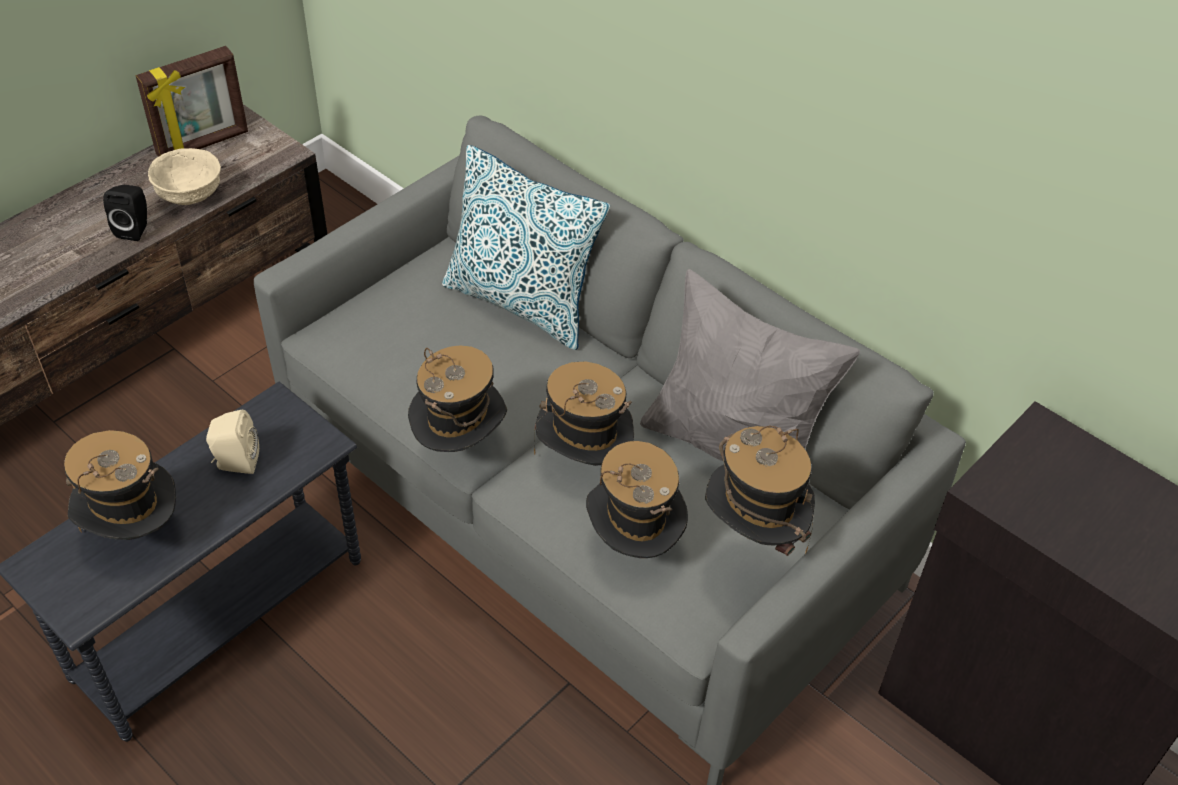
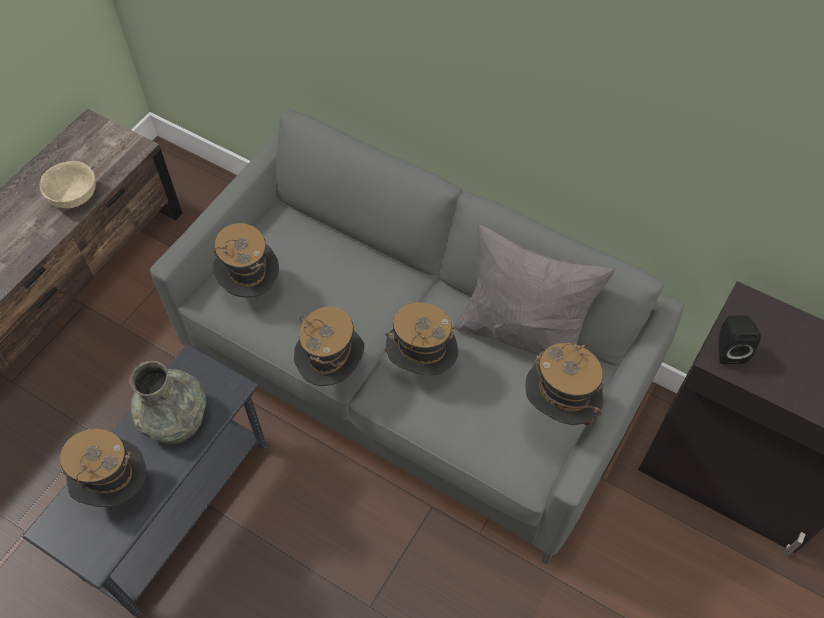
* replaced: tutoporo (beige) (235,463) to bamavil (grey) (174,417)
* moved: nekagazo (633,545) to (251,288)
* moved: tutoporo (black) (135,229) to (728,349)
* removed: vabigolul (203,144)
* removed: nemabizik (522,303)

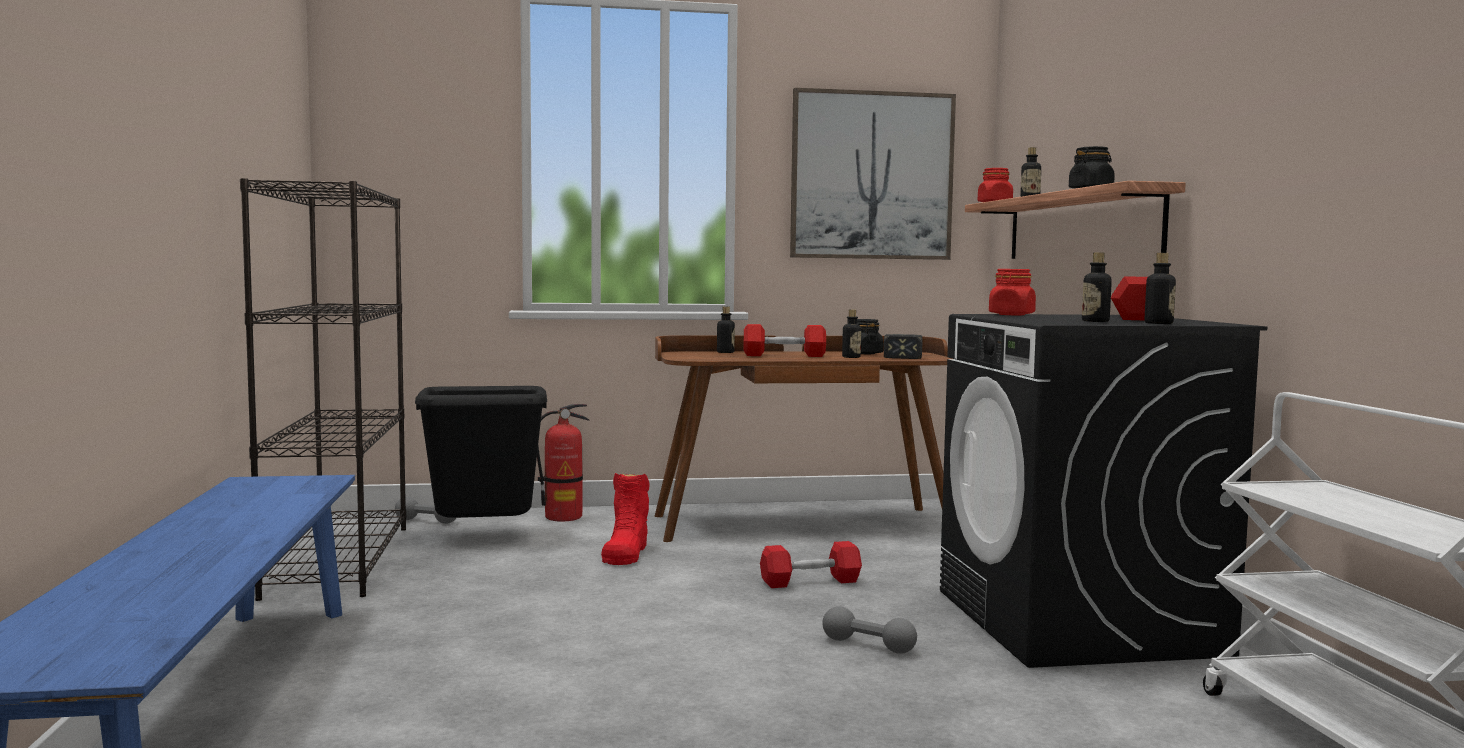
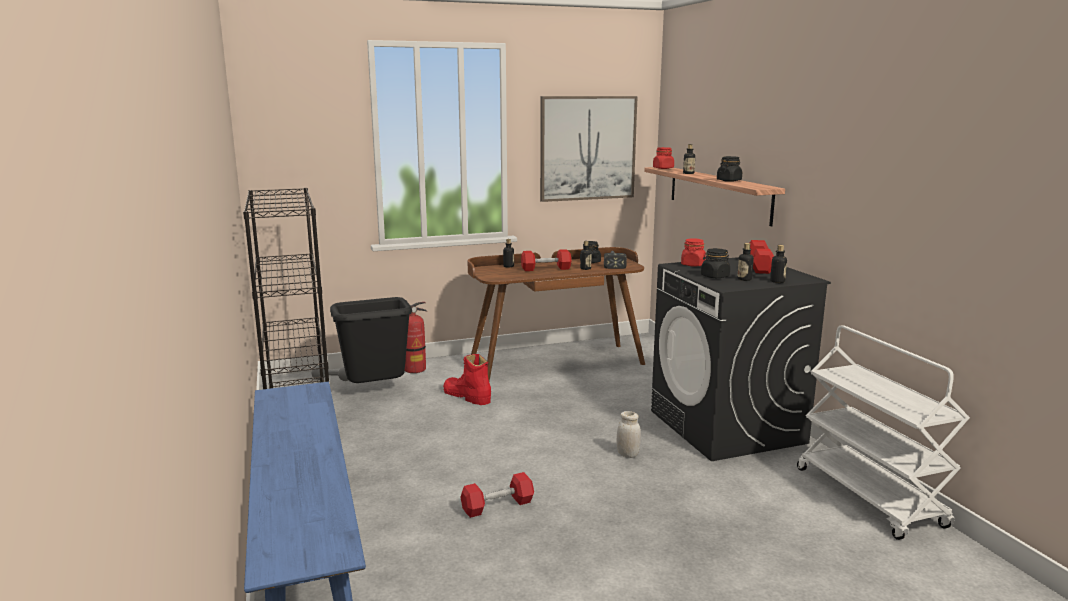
* turned: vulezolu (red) (626,553) = (467,396) 135 degrees clockwise
* moved: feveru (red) (810,582) to (497,506)
* replaced: feveru (grey) (868,646) to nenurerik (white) (627,454)
* added: nenurerik (black) (714,276)

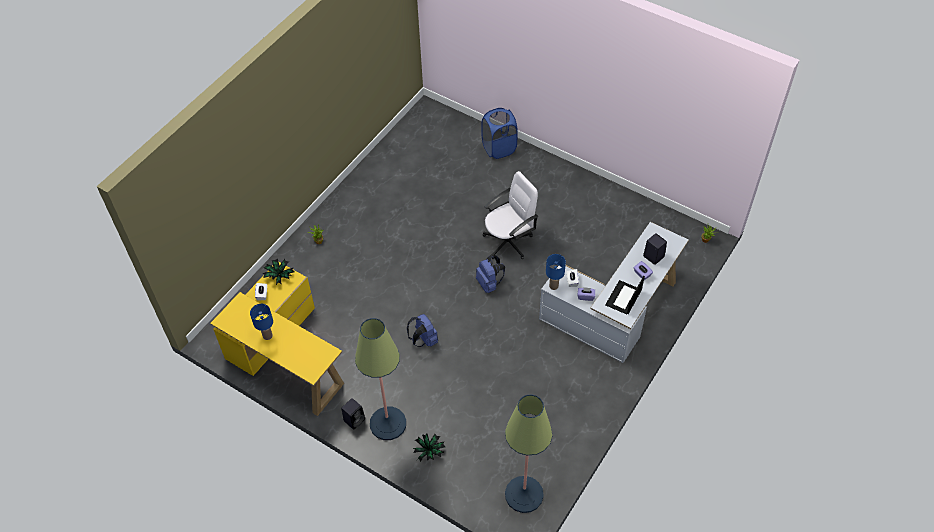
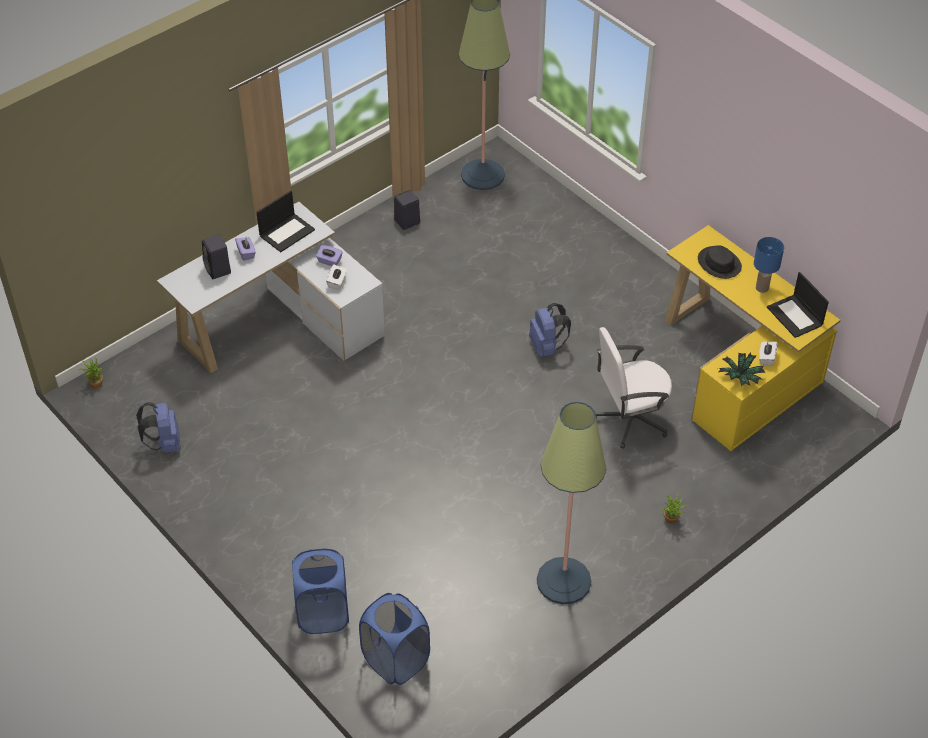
* moved: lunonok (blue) (489,284) to (165,443)
* added: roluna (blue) (395,660)
* moved: tutoporo (black) (354,419) to (406,222)
* moved: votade (388,423) to (563,581)
* moved: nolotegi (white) (508,242) to (629,419)
* added: nekagazo (black) (719,263)
* added: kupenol (795,316)
* removed: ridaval (429,451)
* removed: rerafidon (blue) (553,286)

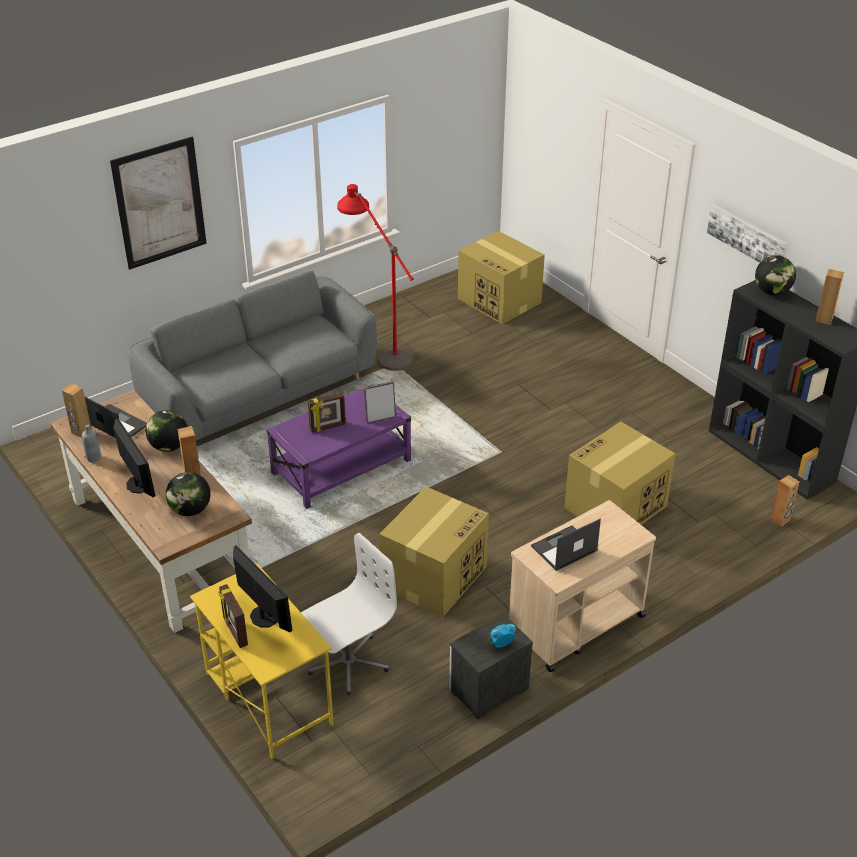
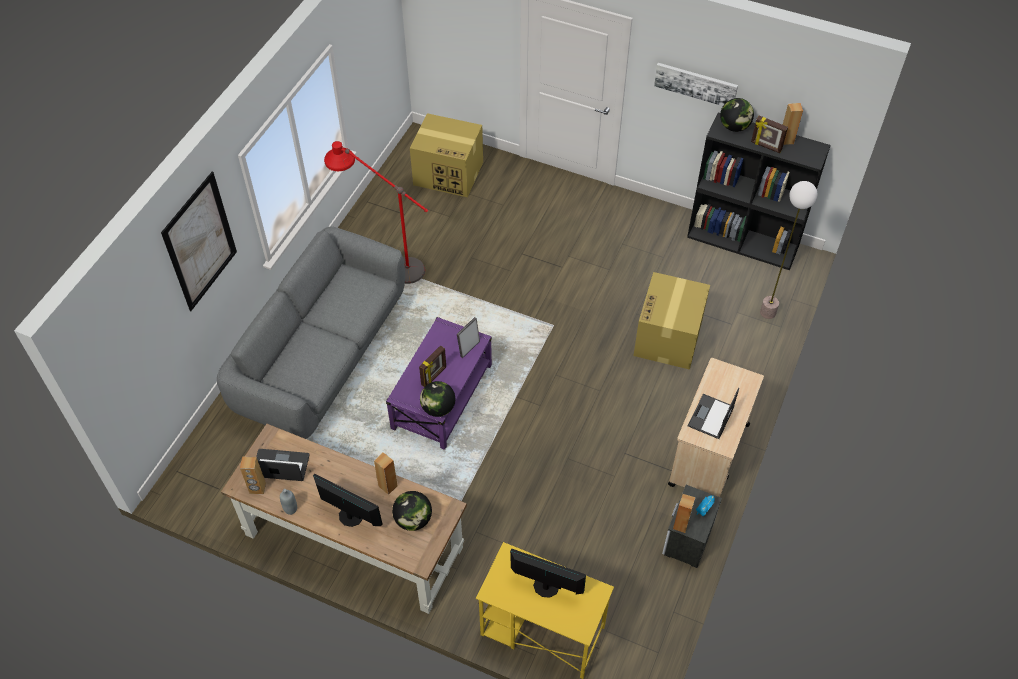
* moved: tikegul (169,447) to (438,408)
* moved: tutoporo (brown) (780,520) to (681,525)
* moved: vabigolul (235,632) to (766,146)
* added: votade (768,312)
* removed: nolotegi (white) (347,662)
* removed: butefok (434,576)

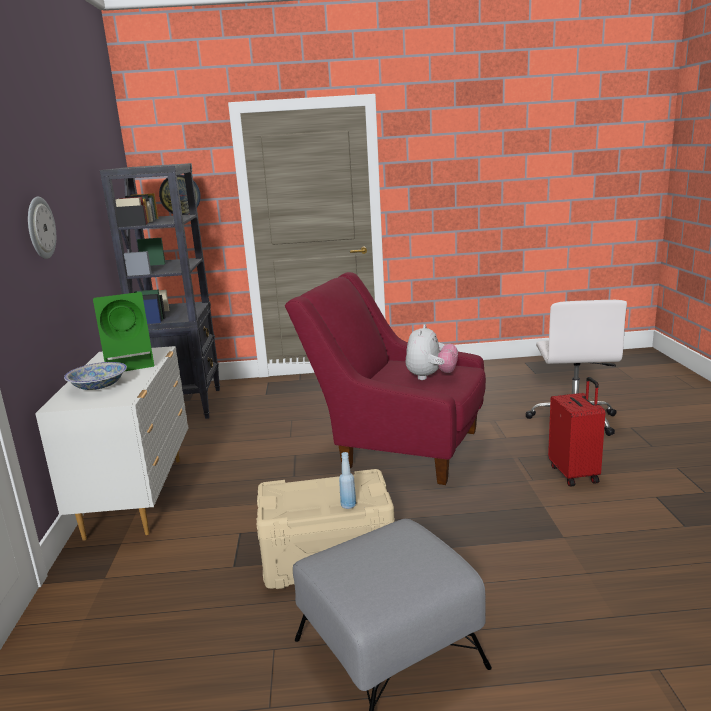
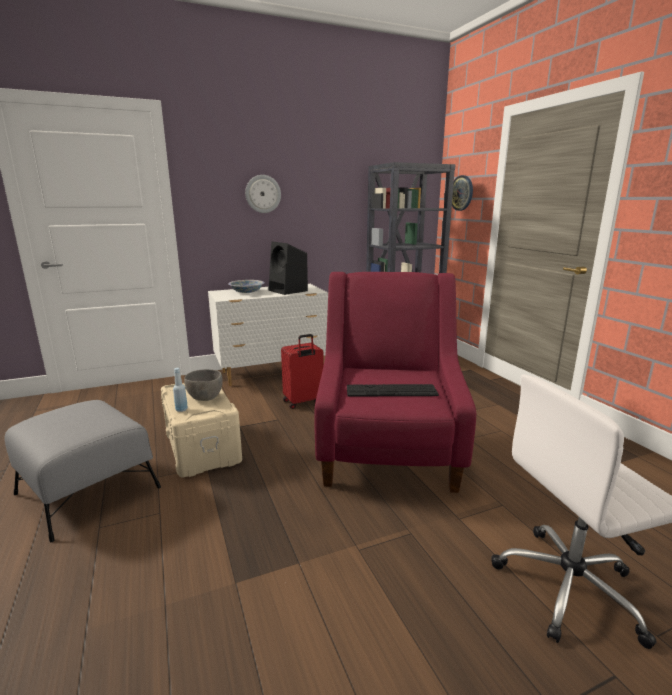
* added: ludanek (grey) (205,398)
* recoloured: tutoporo (green) (131,363) to tutoporo (black) (289,290)
* moved: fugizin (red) (575,474) to (303,402)
* replaced: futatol (430,377) to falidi (391,390)

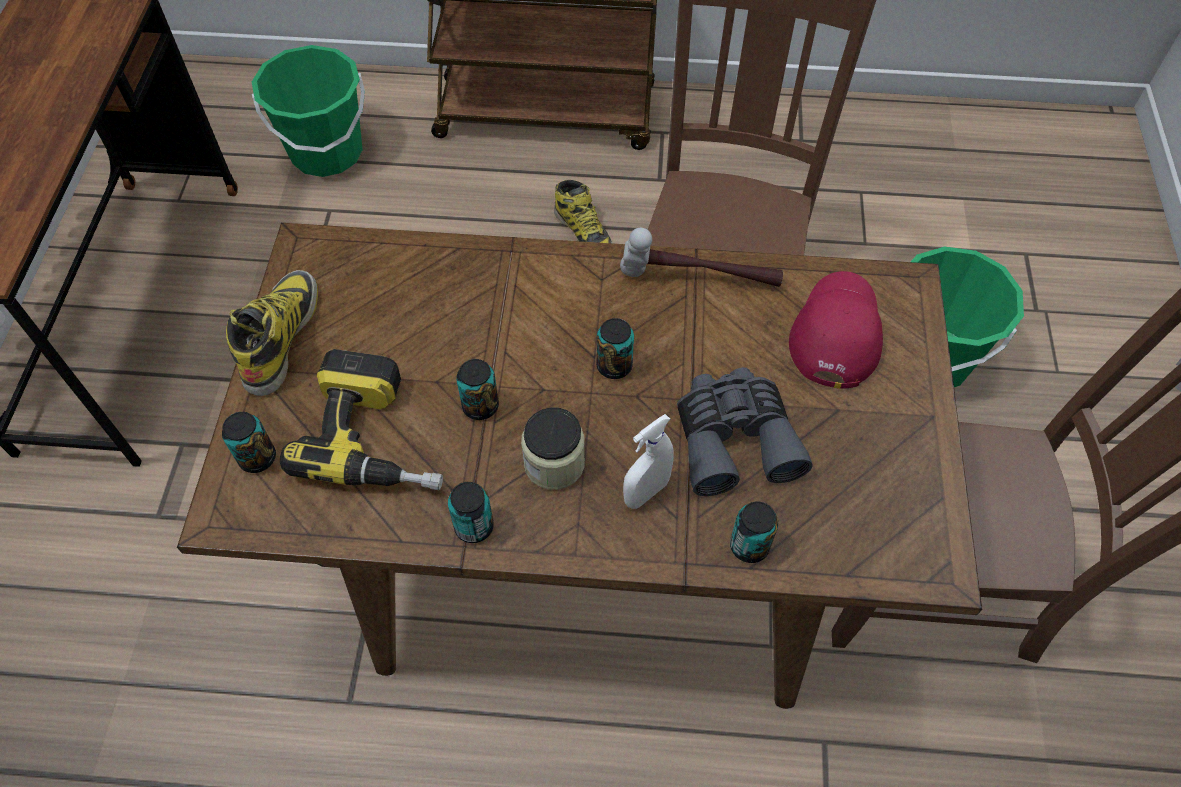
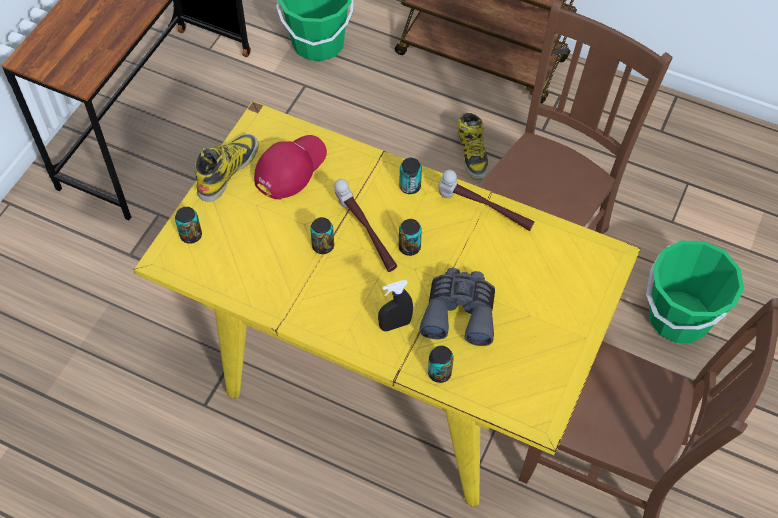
* recoloured: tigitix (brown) (590,551) to tigitix (yellow) (387,367)
* moved: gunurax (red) (836,332) to (290,168)
* added: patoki (365,235)
* recoloured: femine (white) (646,492) to femine (black) (395,324)
* moved: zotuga (474,526) to (410,186)
* removed: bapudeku (379,436)
* removed: nenurerik (554,463)

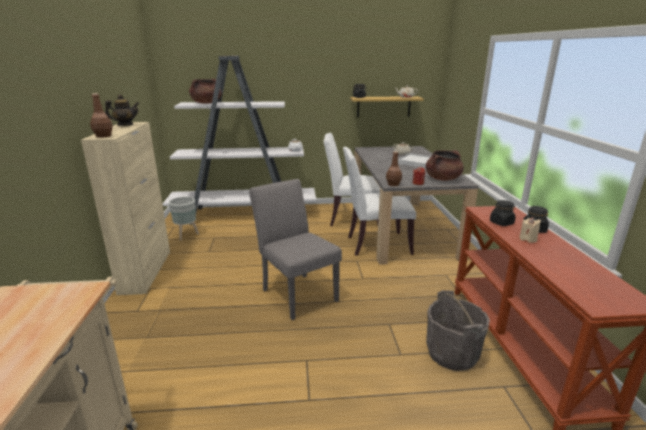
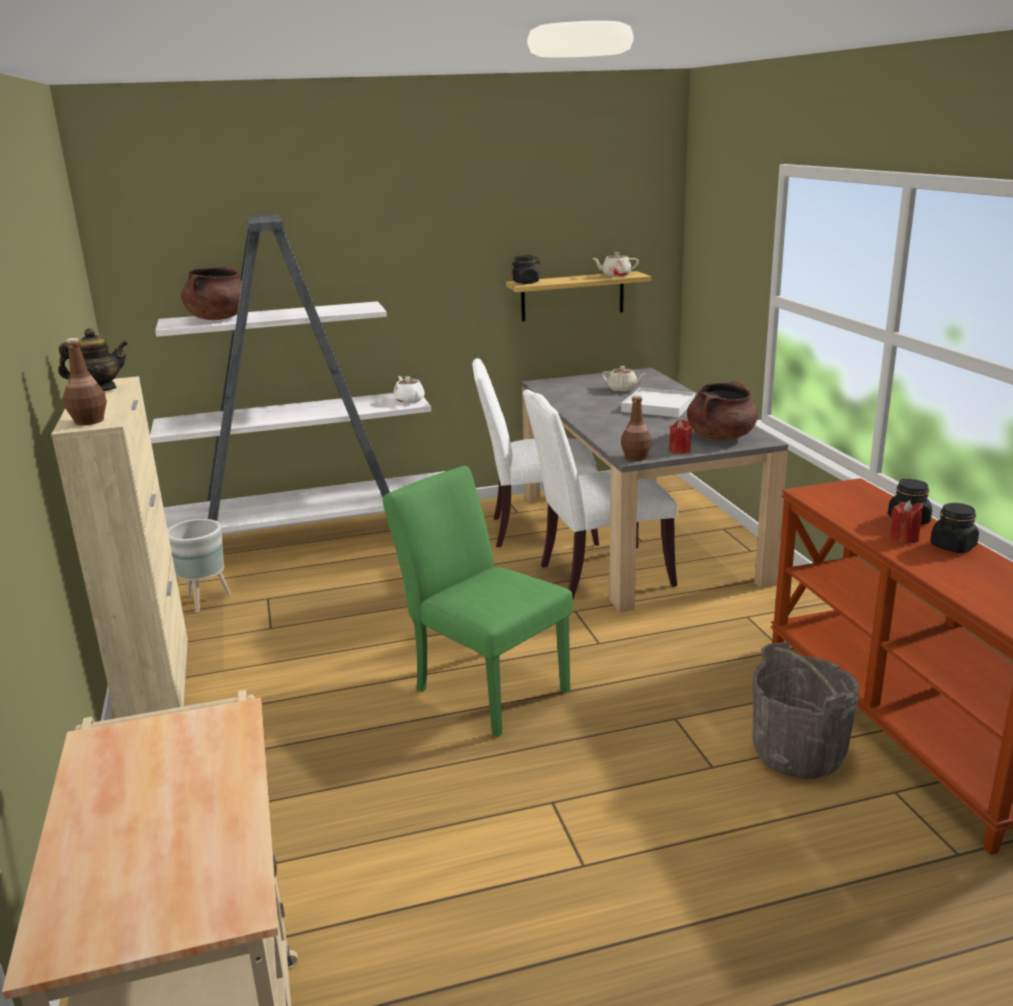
* recoloured: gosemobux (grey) (296,292) to gosemobux (green) (483,686)
* recoloured: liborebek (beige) (528,239) to liborebek (red) (904,538)
* moved: nenurerik (black) (501,223) to (953,546)

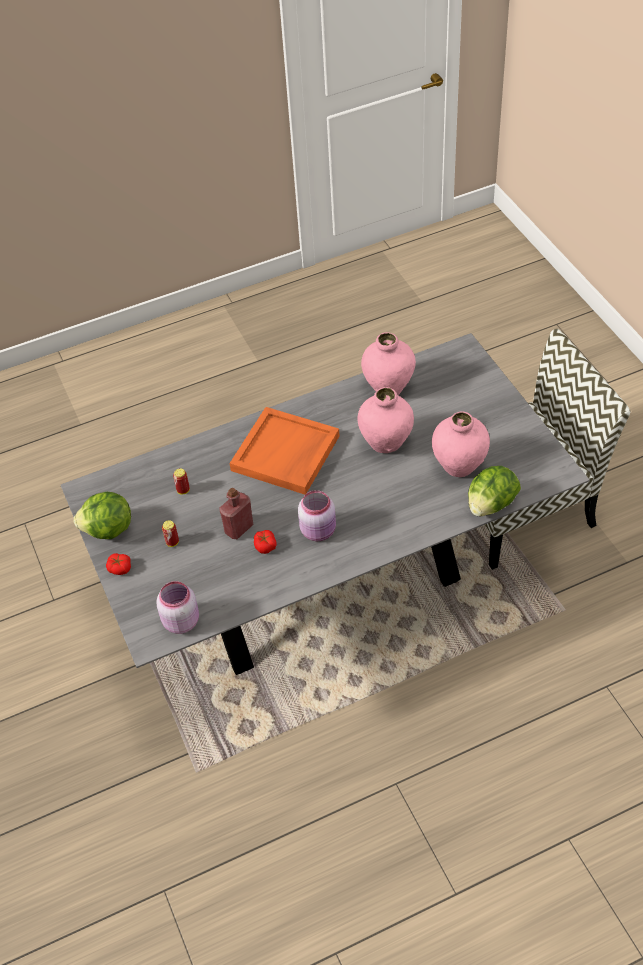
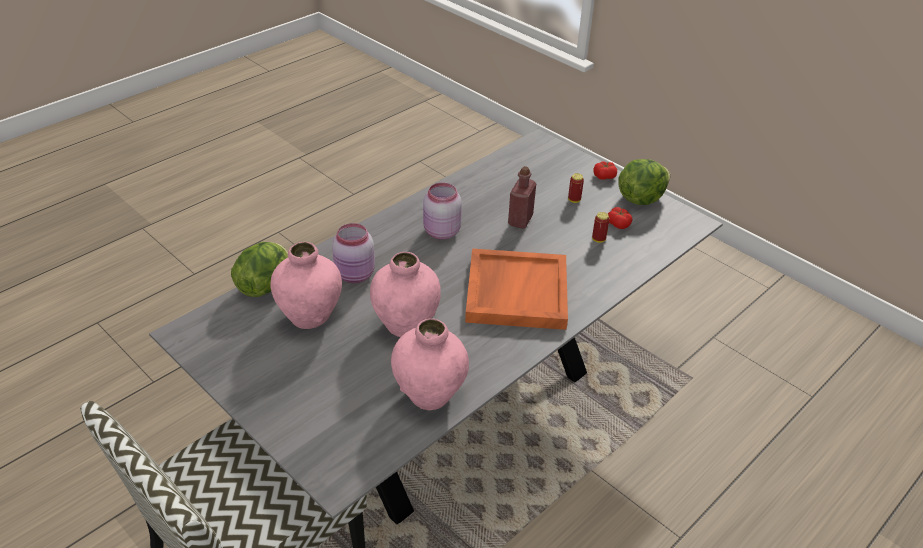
* moved: nenurerik (pink) (181,620) to (355,275)
* moved: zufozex (265,546) to (618,224)

